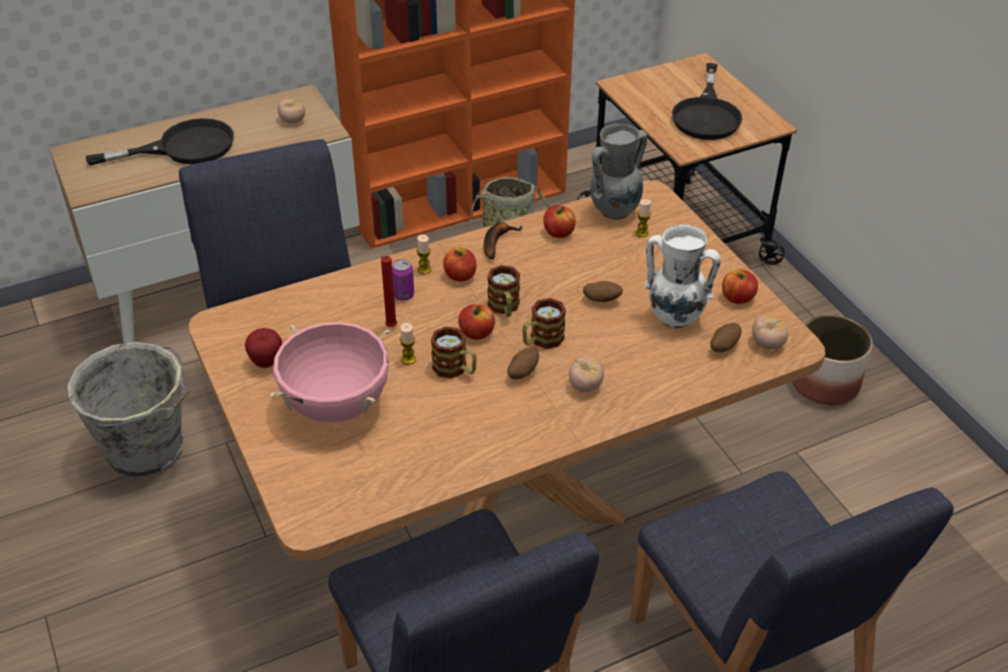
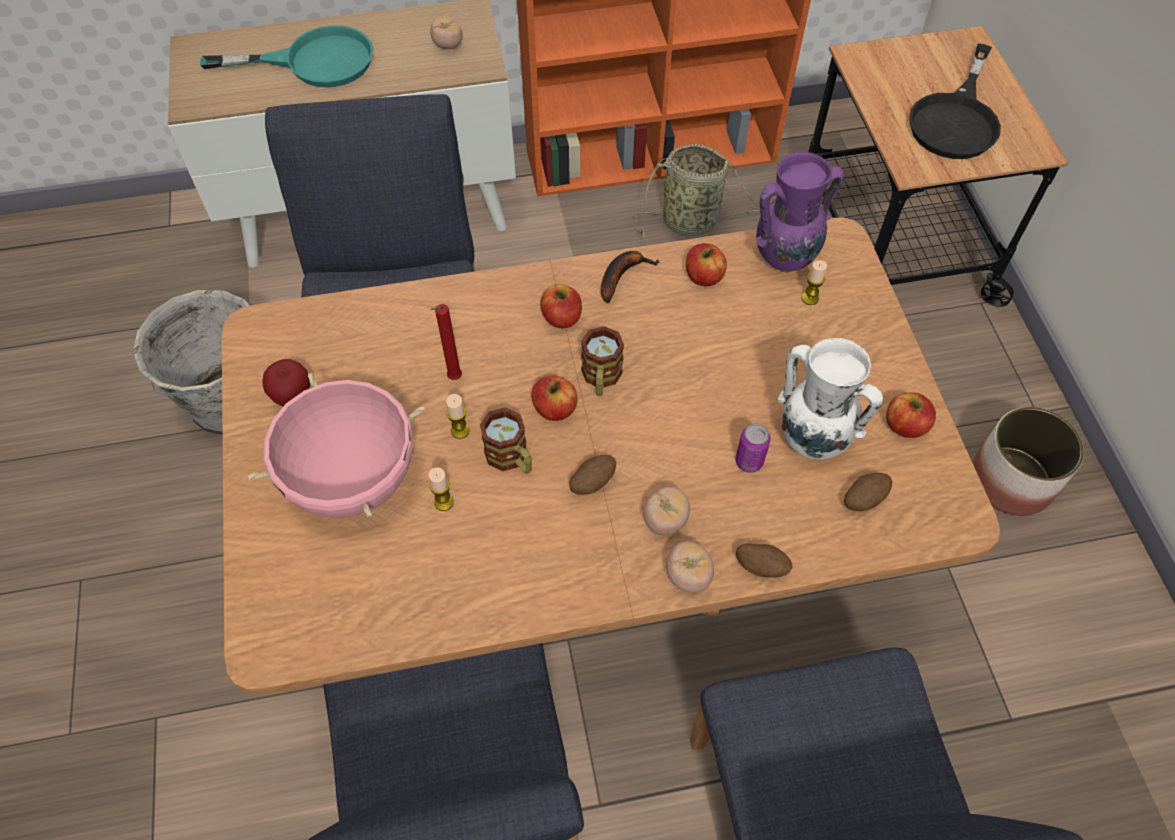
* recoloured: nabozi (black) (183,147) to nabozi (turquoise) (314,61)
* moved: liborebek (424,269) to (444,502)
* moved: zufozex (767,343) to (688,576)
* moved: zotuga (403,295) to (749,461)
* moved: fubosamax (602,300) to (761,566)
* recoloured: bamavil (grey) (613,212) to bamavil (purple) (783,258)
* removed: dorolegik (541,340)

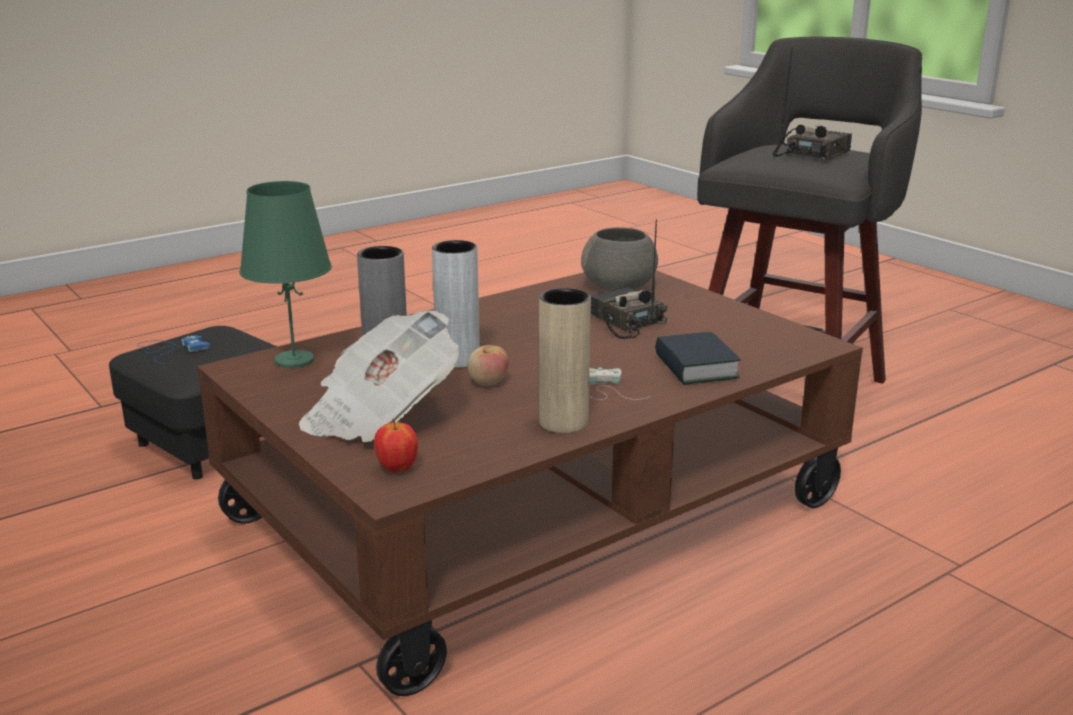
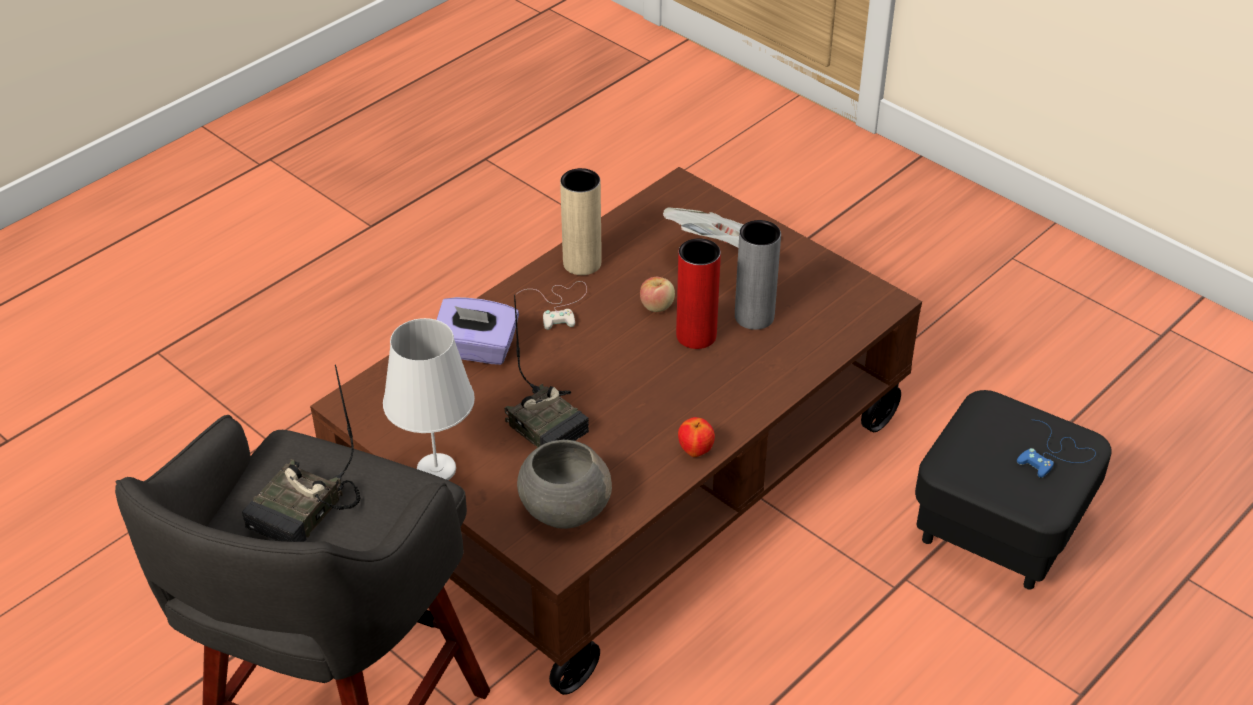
* added: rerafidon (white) (435,469)
* replaced: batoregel (695,367) to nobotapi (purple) (477,350)
* recoloured: bamavil (grey) (458,360) to bamavil (red) (696,336)
* moved: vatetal (397,468) to (695,451)
* removed: rerafidon (green) (295,360)

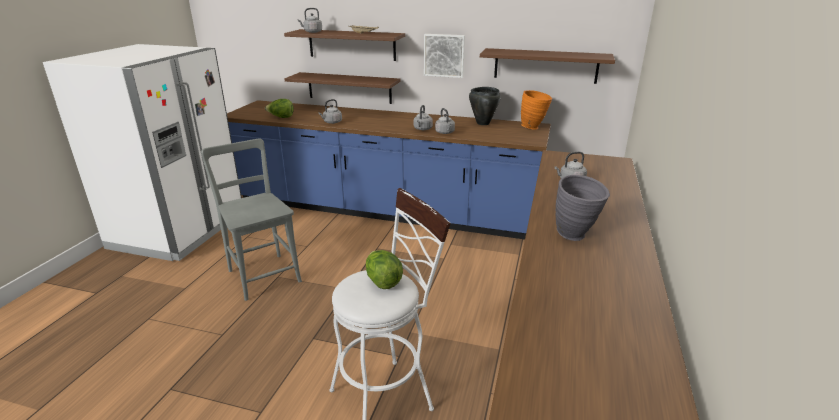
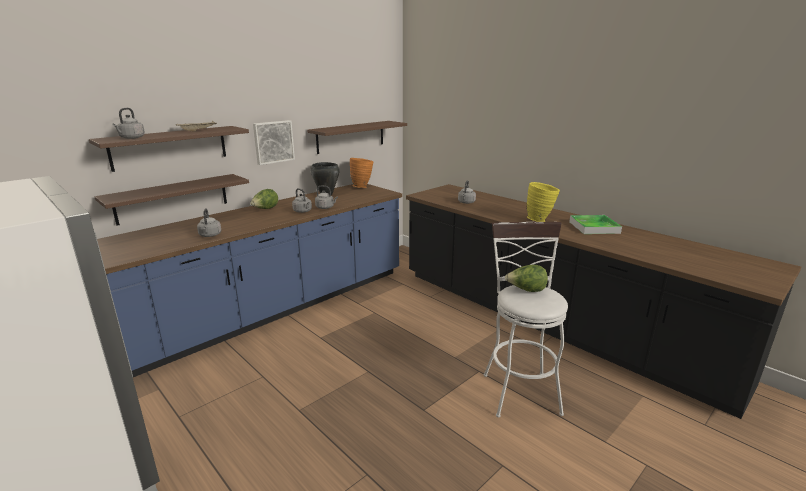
* moved: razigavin (281,117) to (265,209)
* recoloured: bamavil (grey) (576,237) to bamavil (yellow) (540,220)
* added: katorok (594,227)
* removed: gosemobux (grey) (263,274)

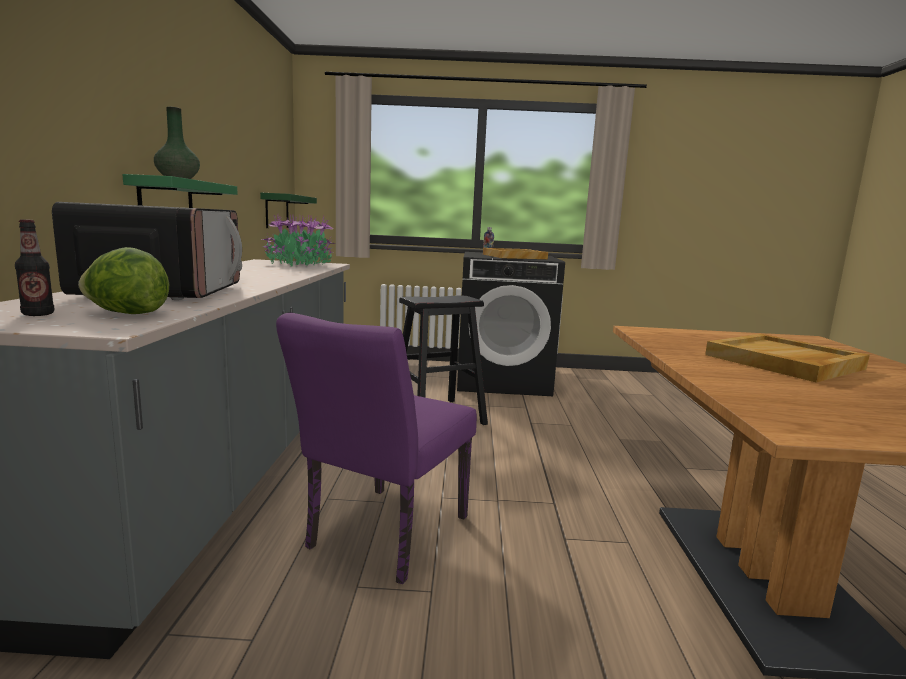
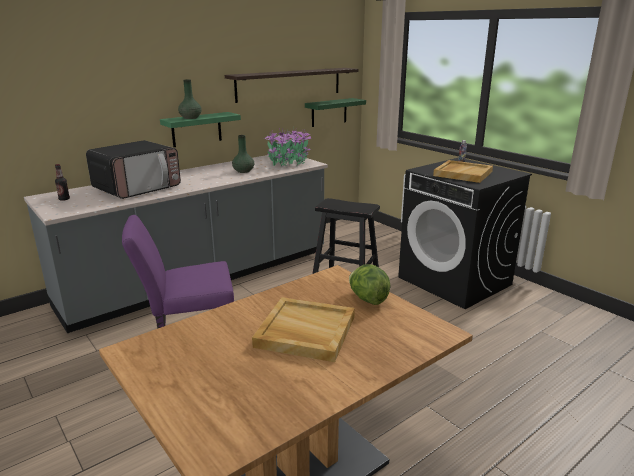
* added: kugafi (289,84)
* added: bamavil (green) (243,171)
* moved: razigavin (127,313) to (367,299)

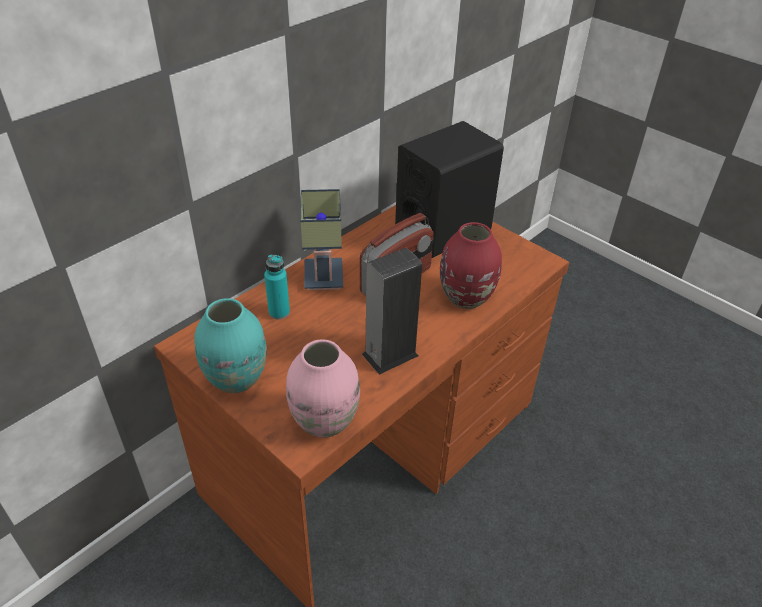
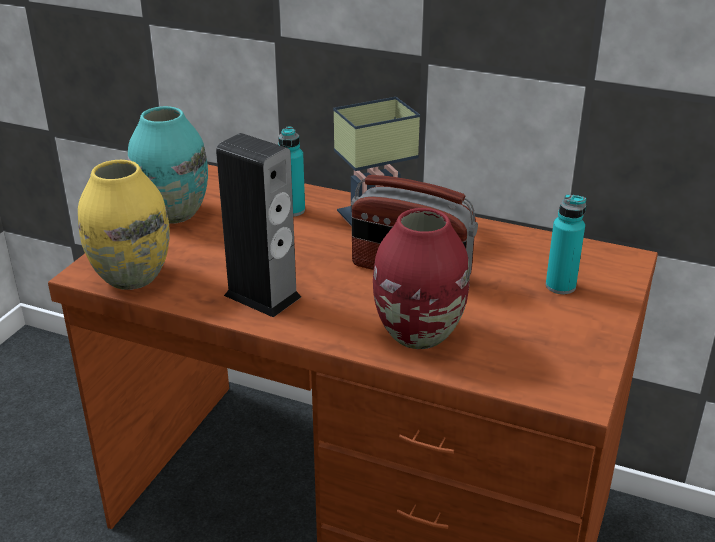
* recoloured: bamavil (pink) (325,422) to bamavil (yellow) (131,277)
* replaced: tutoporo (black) (443,230) to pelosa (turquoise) (560,286)

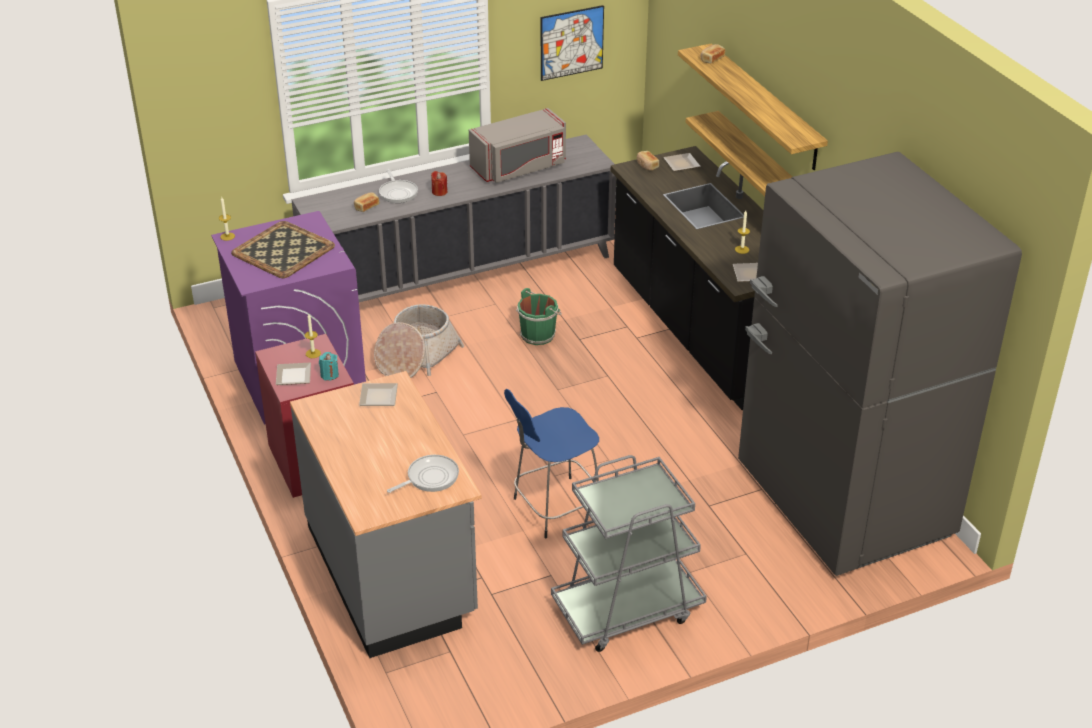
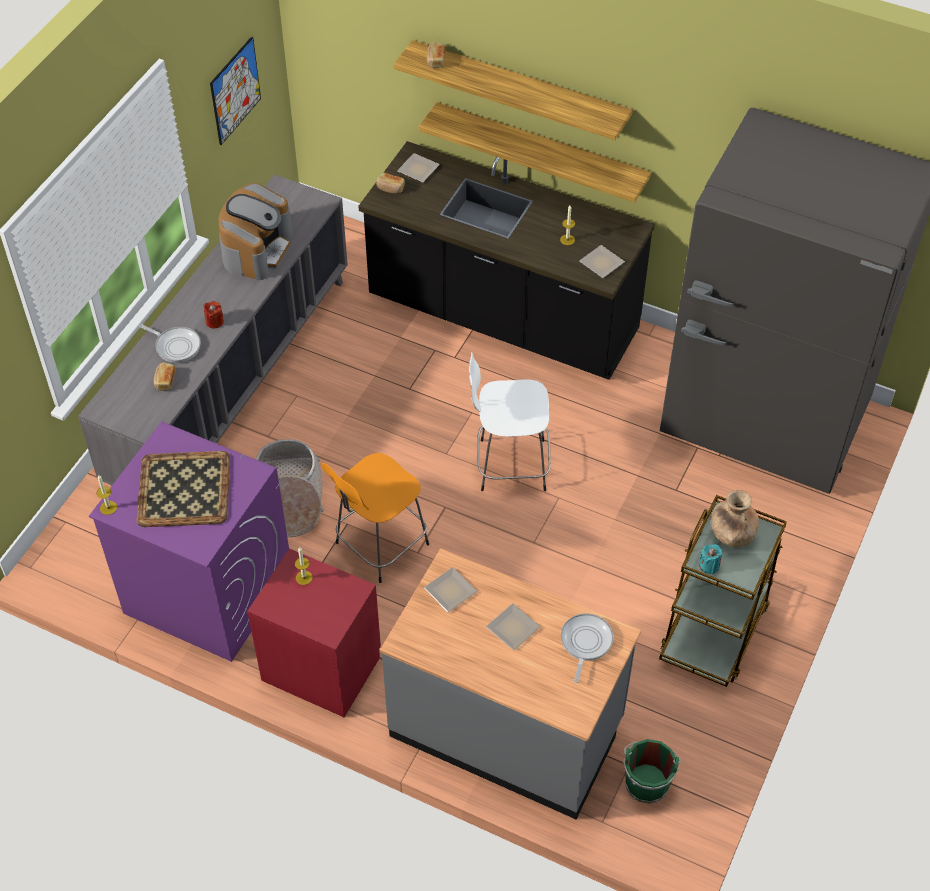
* replaced: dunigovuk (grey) (519,167) to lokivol (256,249)
* added: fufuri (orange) (379,545)
* added: fufuri (white) (509,465)
* moved: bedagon (292,375) to (511,628)
* moved: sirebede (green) (539,334) to (646,781)
* recoloured: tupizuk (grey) (627,609) to tupizuk (brown) (714,629)
* moved: liborebek (turquoise) (329,375) to (709,565)
* added: bamavil (brown) (731,534)
* removed: fufuri (blue) (554,508)

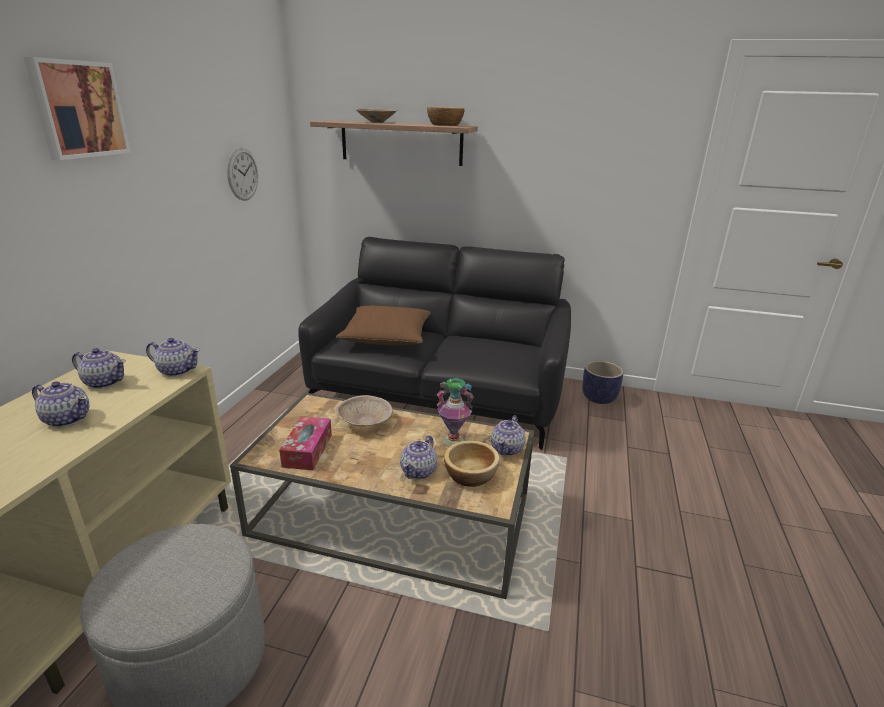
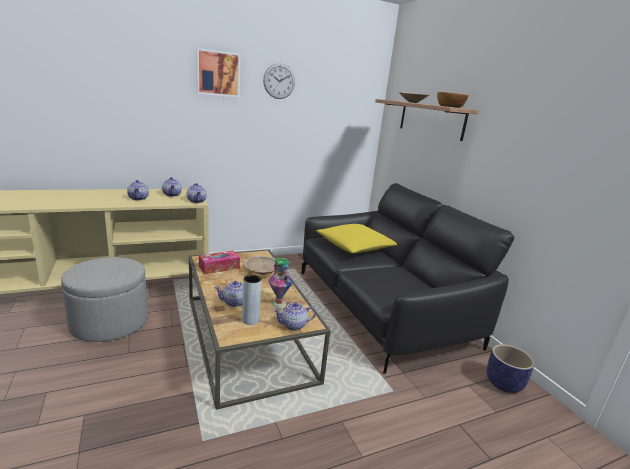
* replaced: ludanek (471,474) to bamavil (grey) (250,320)
* moved: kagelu (243,174) to (279,81)
* recoloured: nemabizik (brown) (387,337) to nemabizik (yellow) (355,247)

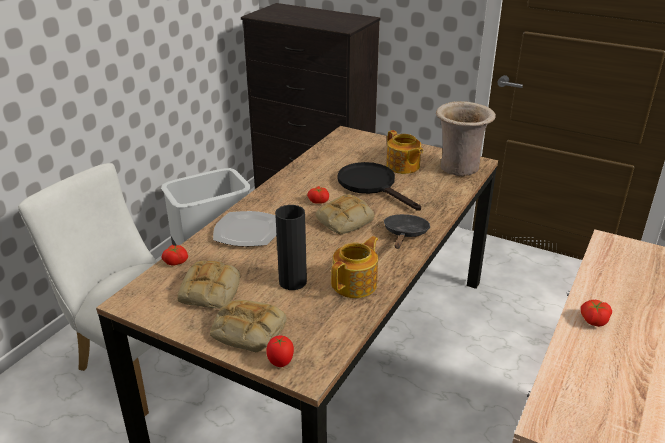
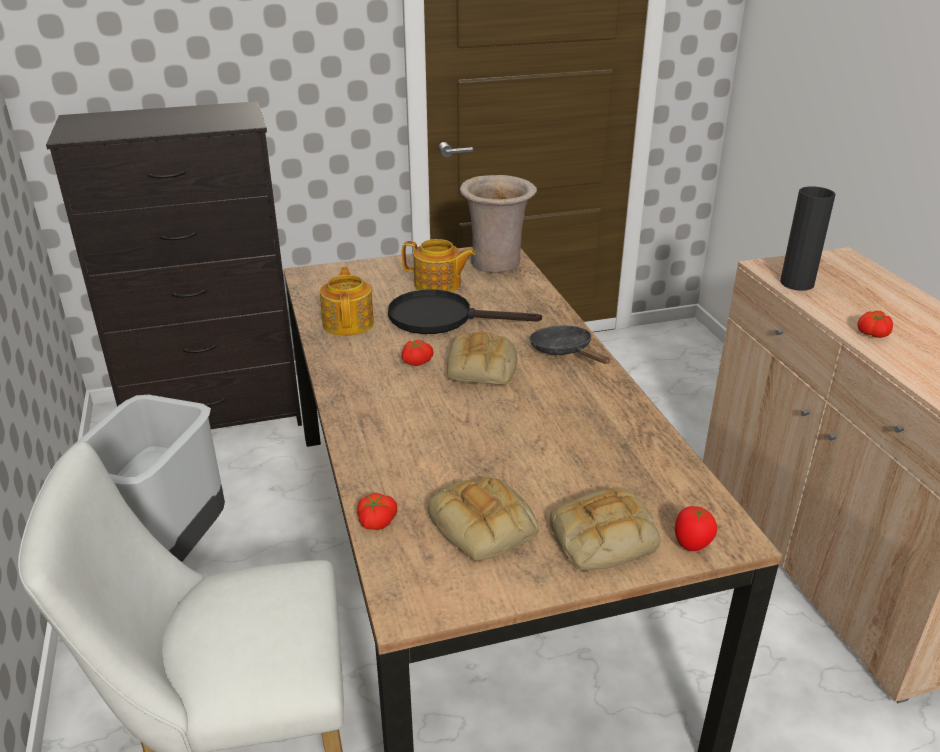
* moved: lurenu (355,284) to (349,323)
* moved: bamavil (black) (292,282) to (797,283)
* removed: bedagon (248,231)

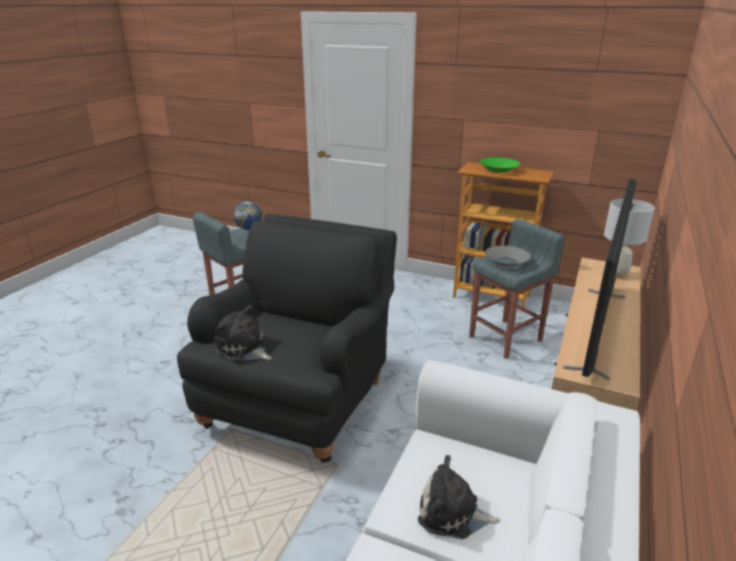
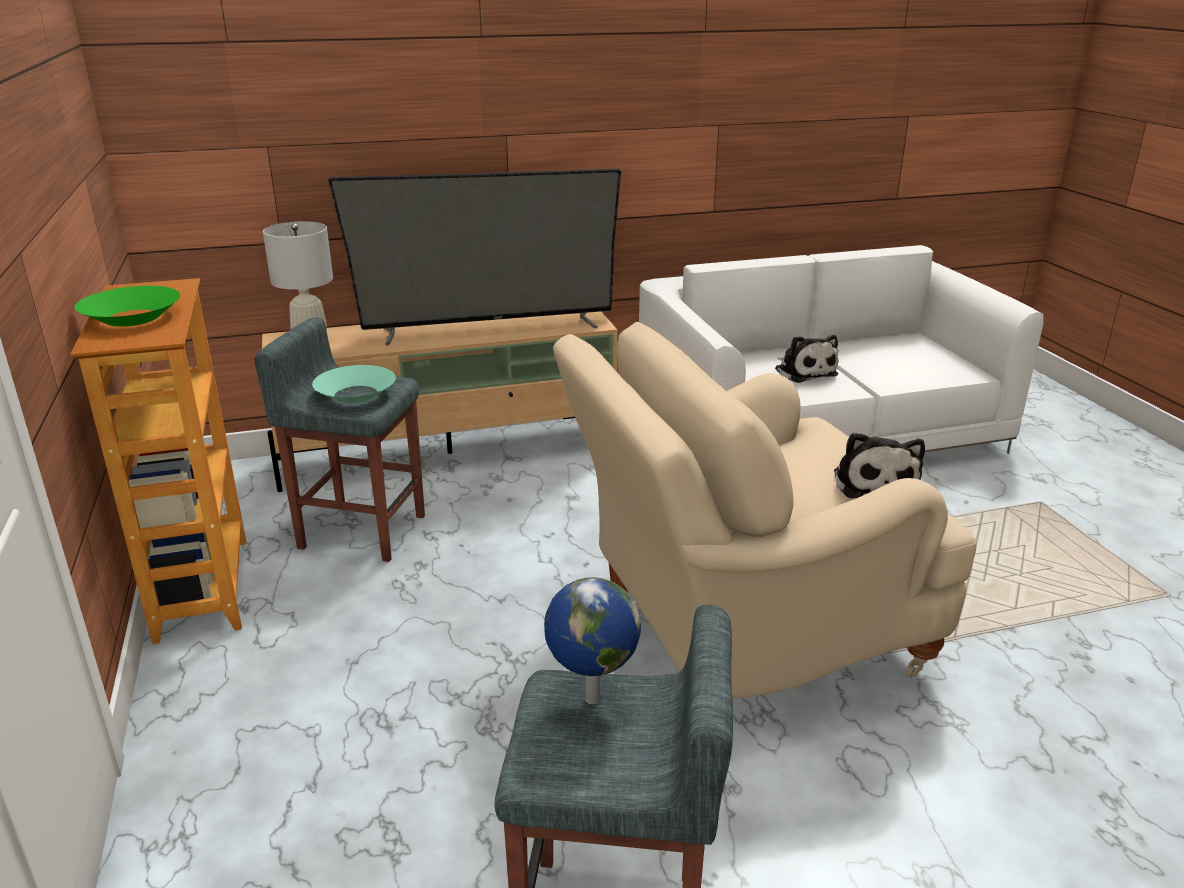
* recoloured: ludanek (grey) (506,262) to ludanek (turquoise) (356,394)
* recoloured: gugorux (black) (300,398) to gugorux (beige) (740,634)

